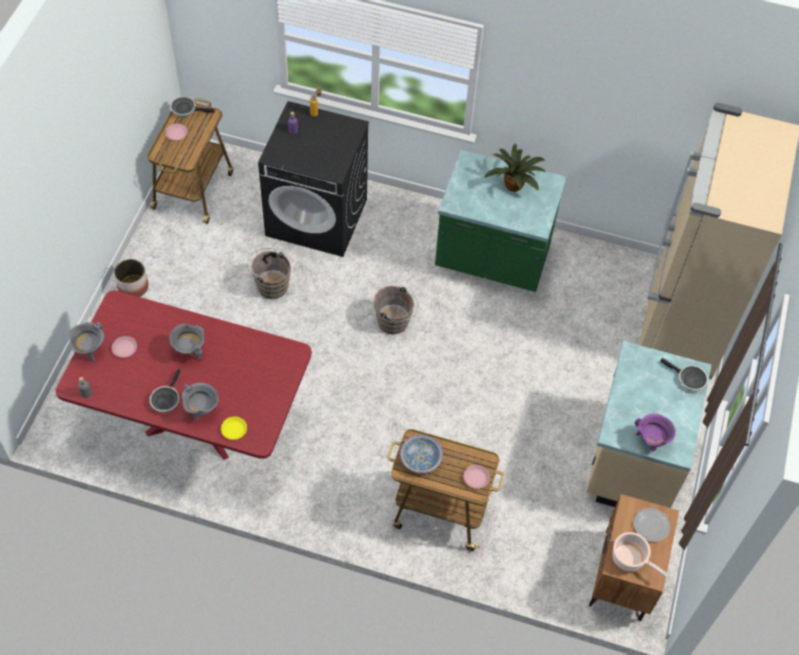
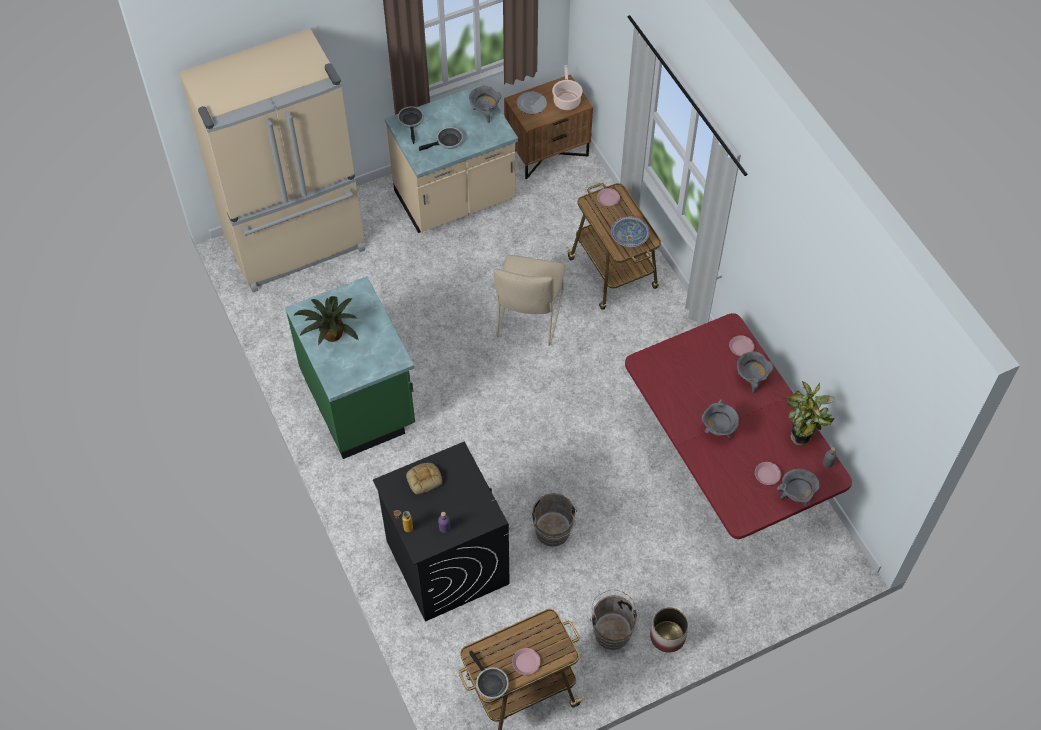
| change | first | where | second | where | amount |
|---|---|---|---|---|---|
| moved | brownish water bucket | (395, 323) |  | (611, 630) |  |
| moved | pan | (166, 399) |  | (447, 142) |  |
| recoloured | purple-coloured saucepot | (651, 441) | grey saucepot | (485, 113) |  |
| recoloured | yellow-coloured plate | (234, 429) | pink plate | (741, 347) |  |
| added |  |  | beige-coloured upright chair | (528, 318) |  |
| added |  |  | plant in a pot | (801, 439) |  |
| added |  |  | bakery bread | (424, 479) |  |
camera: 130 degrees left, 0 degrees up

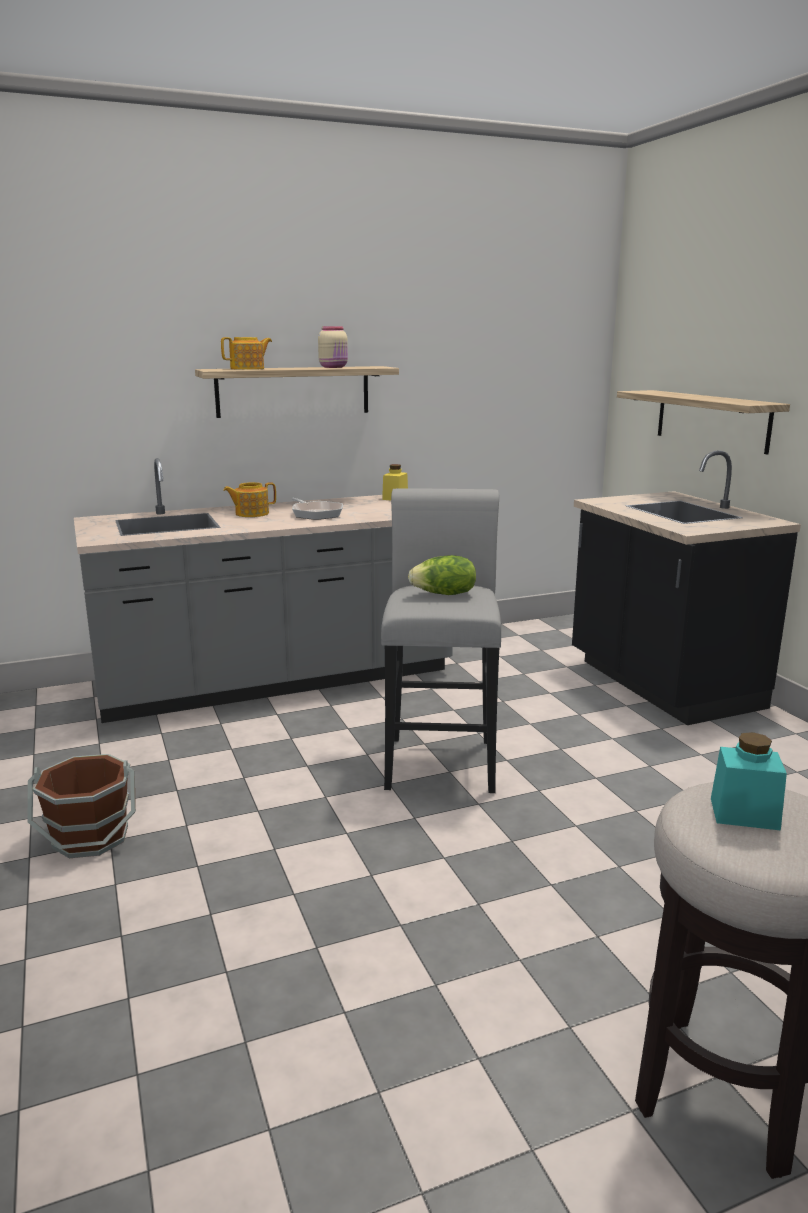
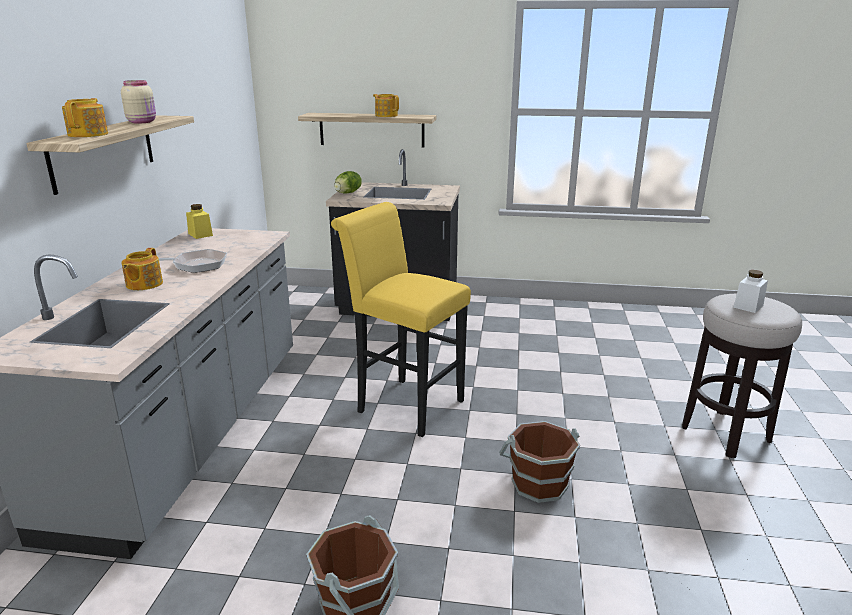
| change | first | where | second | where | amount |
|---|---|---|---|---|---|
| recoloured | grey sitting stool | (440, 759) | yellow-coloured sitting stool | (404, 404) |  |
| moved | lettuce | (444, 594) |  | (348, 193) |  |
| recoloured | turquoise-coloured jar | (744, 814) | white-coloured jar | (748, 306) |  |
| added |  |  | tea pot | (386, 115) |  |
| added |  |  | brownish water bucket | (538, 483) |  |
camera: 60 degrees left, 5 degrees up

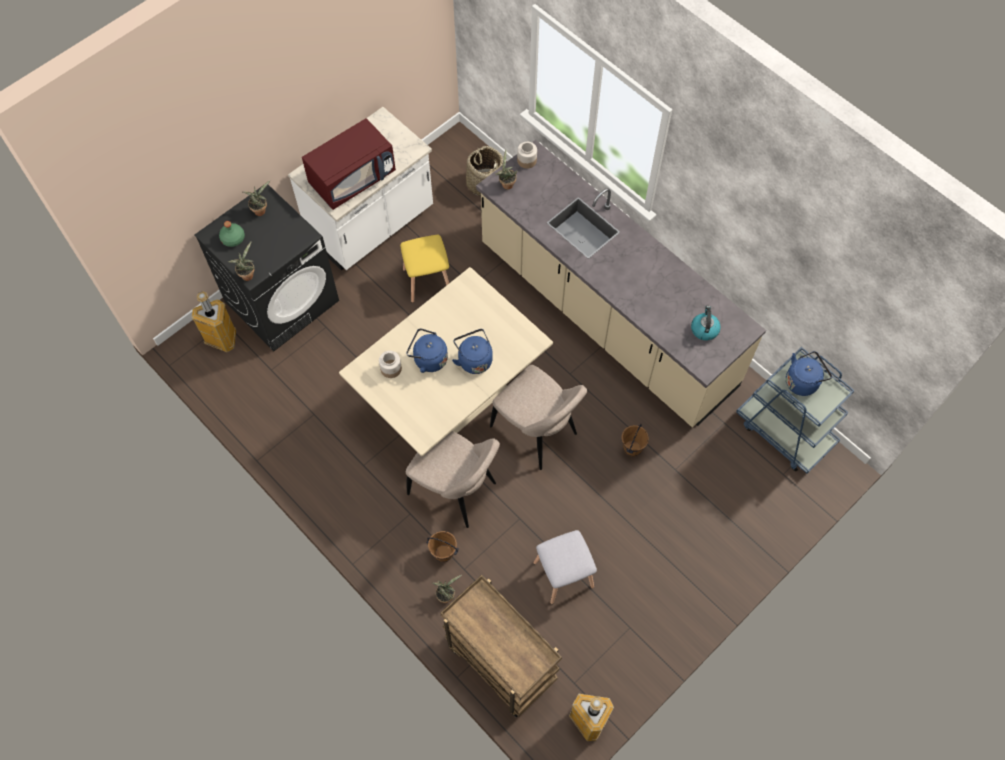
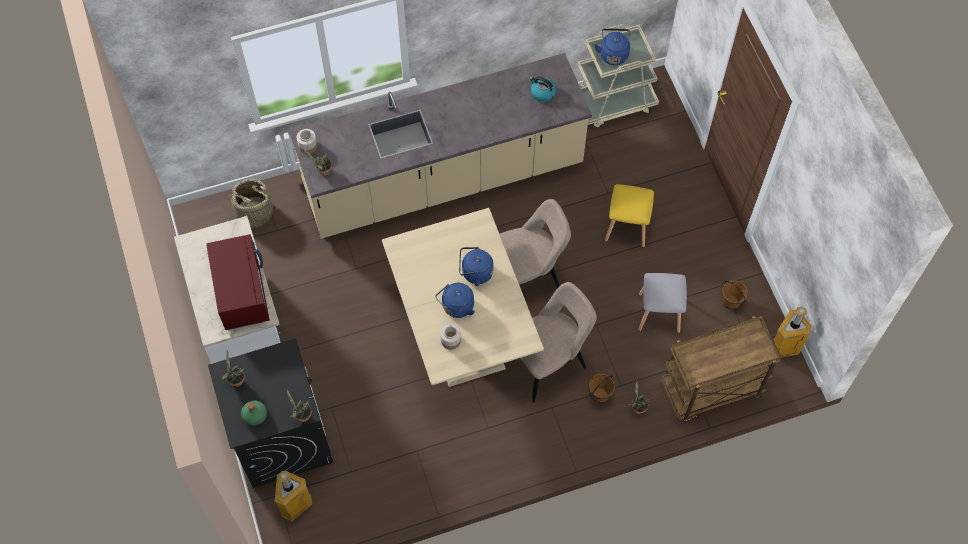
| change | first | where | second | where | amount |
|---|---|---|---|---|---|
| moved | yellow-coloured sitting stool | (428, 280) |  | (626, 226) |  |
| recoloured | blue wheeled cart | (785, 431) | beige-coloured wheeled cart | (613, 103) |  |
| moved | brownish water bucket | (632, 448) |  | (730, 302) |  |
camera: 65 degrees left, 0 degrees up

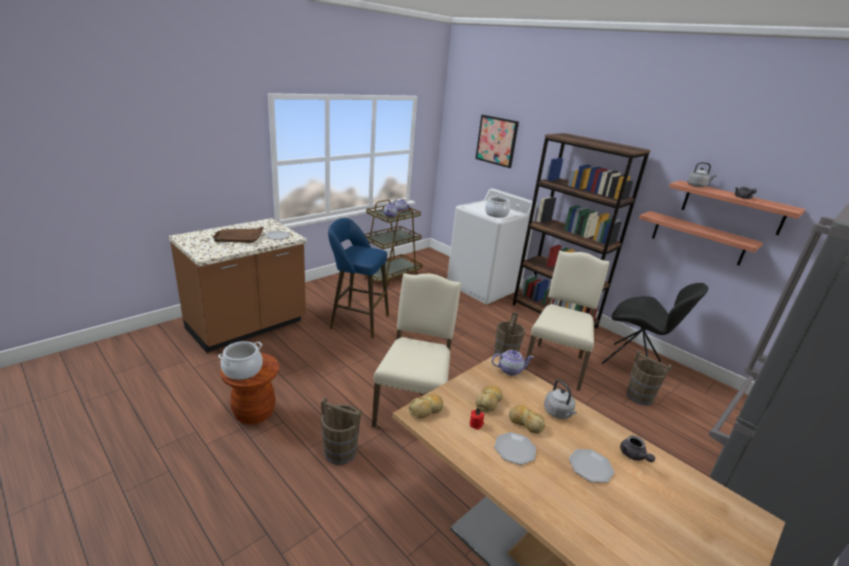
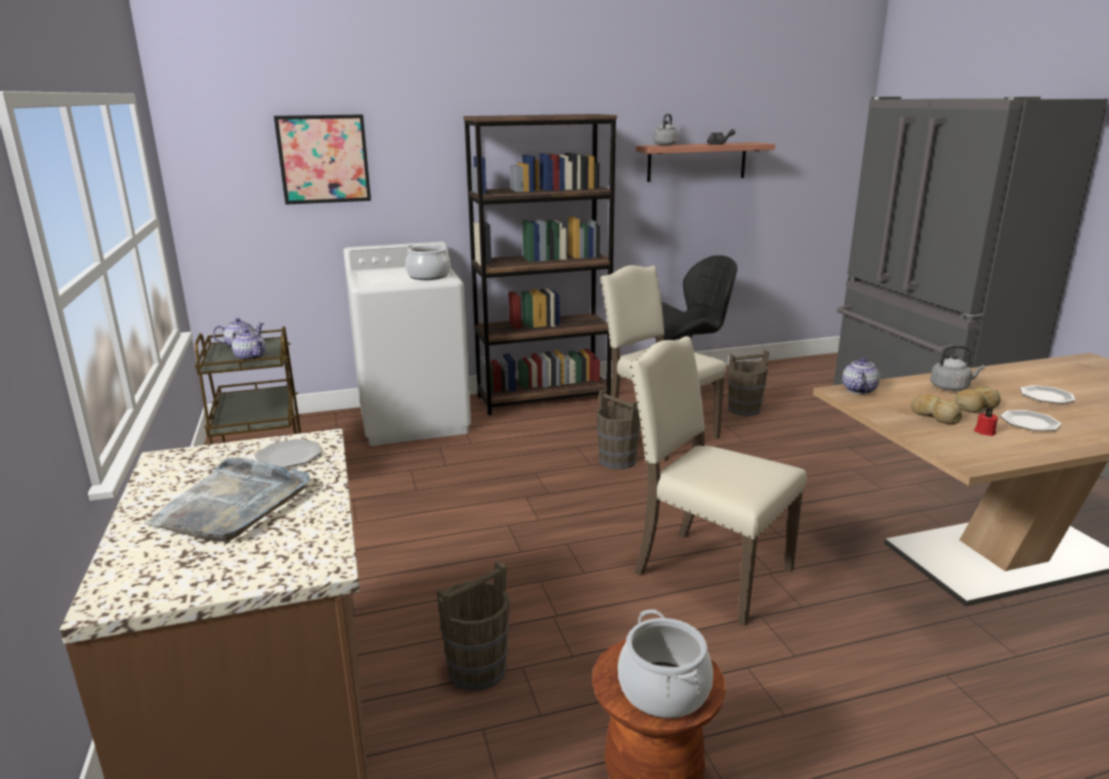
| change | first | where | second | where | amount |
|---|---|---|---|---|---|
| removed | shelf | (698, 238) |  |  |  |
| removed | blue sitting stool | (356, 321) |  |  |  |
| recoloured | brownish carrying tray | (239, 237) | grey carrying tray | (233, 504) |  |
| removed | bakery bread | (426, 410) |  |  |  |
| moved | brownish water bucket | (340, 451) |  | (476, 669) |  |
| removed | grey tea pot | (633, 456) |  |  |  |
camera: 60 degrees left, 5 degrees down

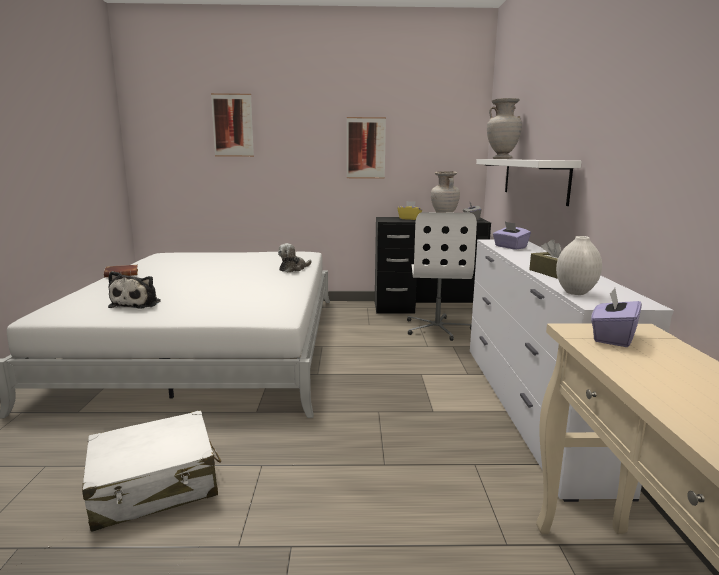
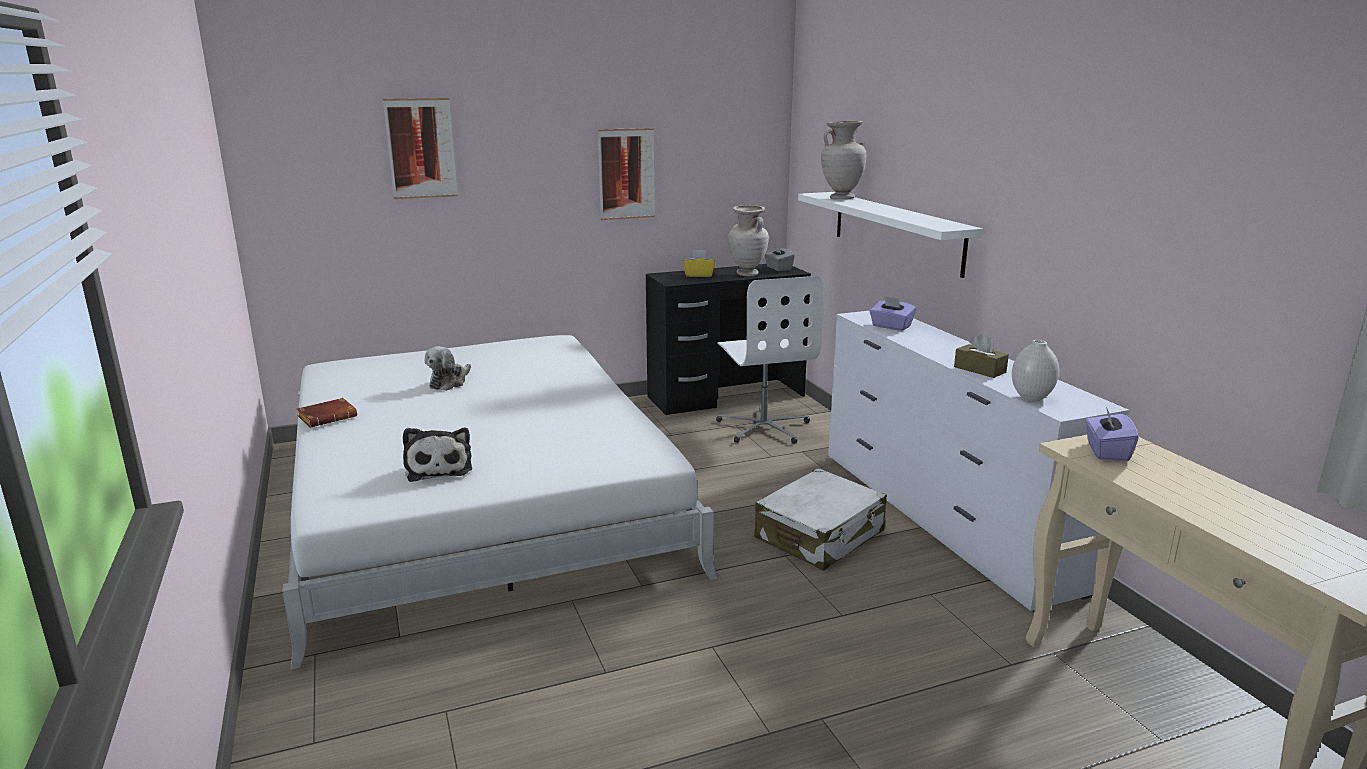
| change | first | where | second | where | amount |
|---|---|---|---|---|---|
| moved | cuddly toy | (293, 269) |  | (449, 382) |  |
| moved | white-coloured piece of luggage | (155, 485) |  | (820, 536) |  |
camera: 20 degrees left, 5 degrees up

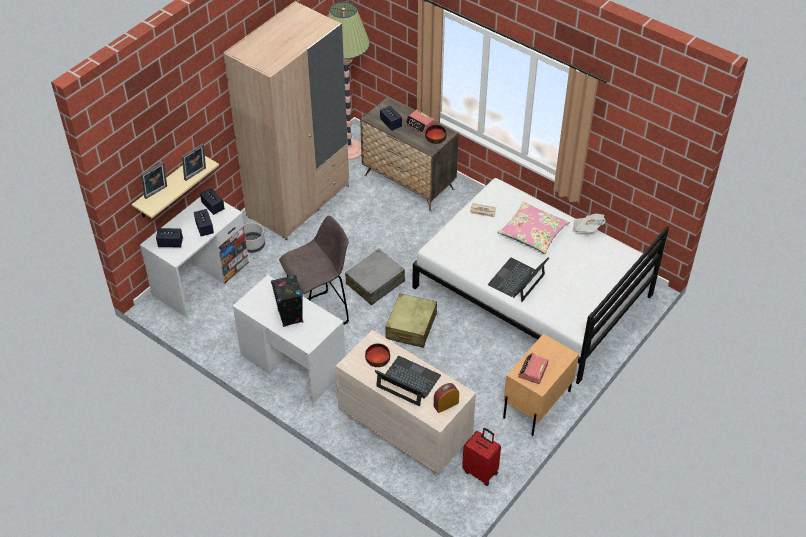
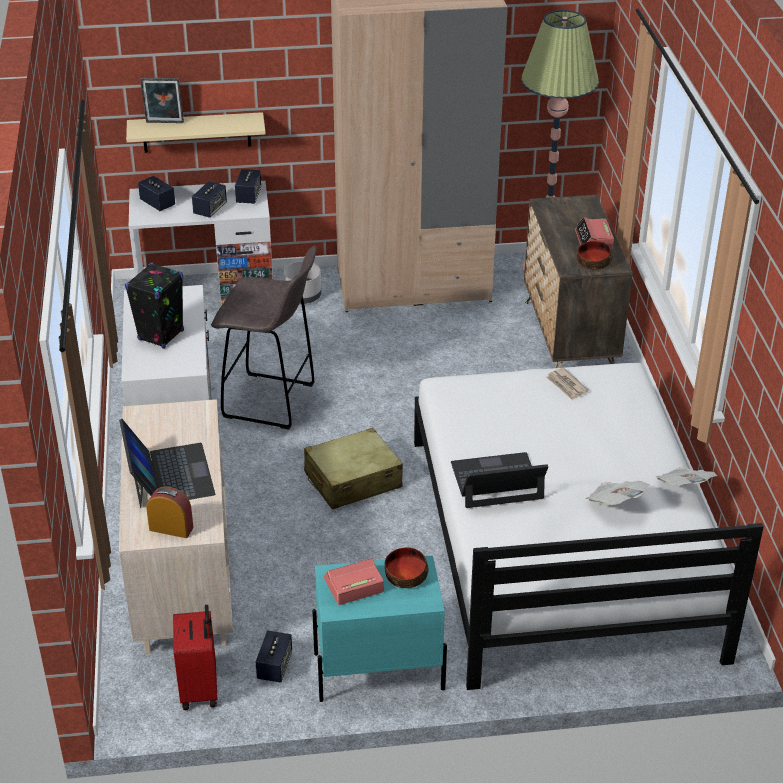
| change | first | where | second | where | amount |
|---|---|---|---|---|---|
| moved | speaker | (391, 124) |  | (274, 666) |  |
| removed | picture frame | (196, 175) |  |  |  |
| removed | pink pillow | (533, 233) |  |  |  |
| removed | grey piece of luggage | (375, 283) |  |  |  |
| recoloured | beige-coloured night table | (536, 404) | turquoise-coloured night table | (378, 671) |  |
| moved | deep dish | (377, 359) |  | (405, 575) |  |
| added |  |  | daily paper | (615, 503) |  |
camera: 45 degrees right, 10 degrees down

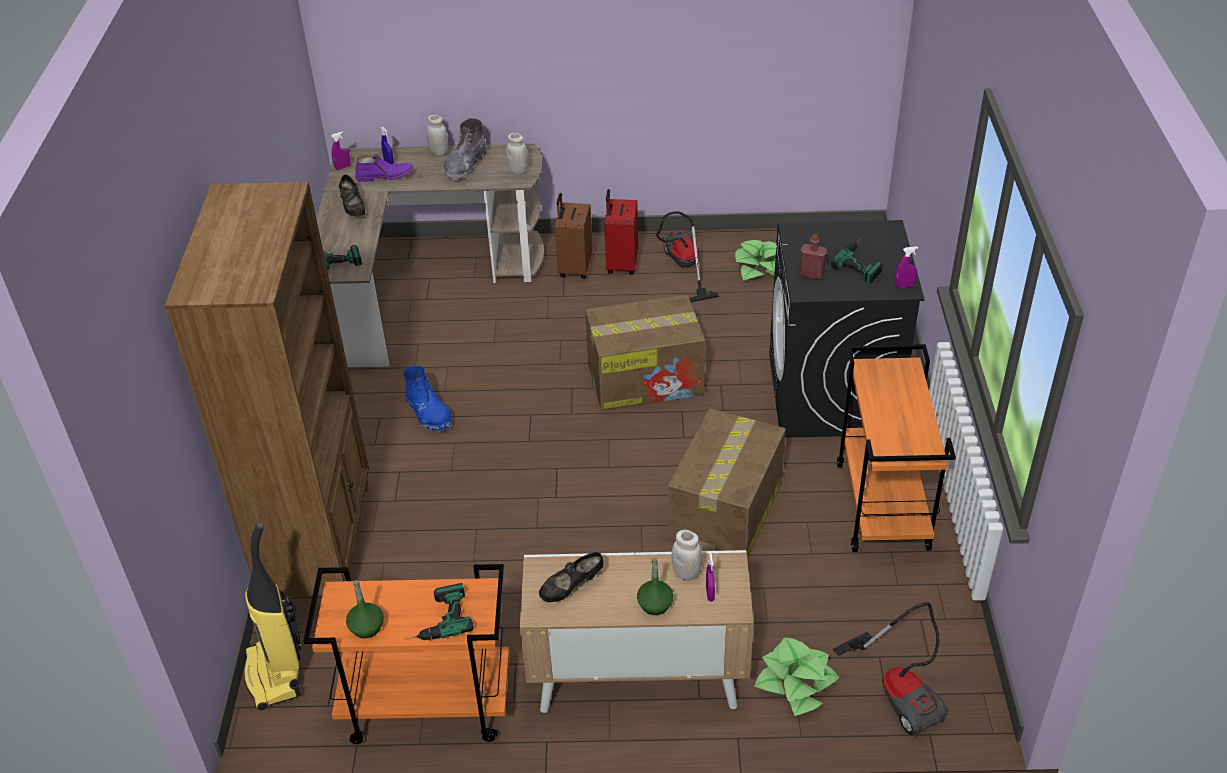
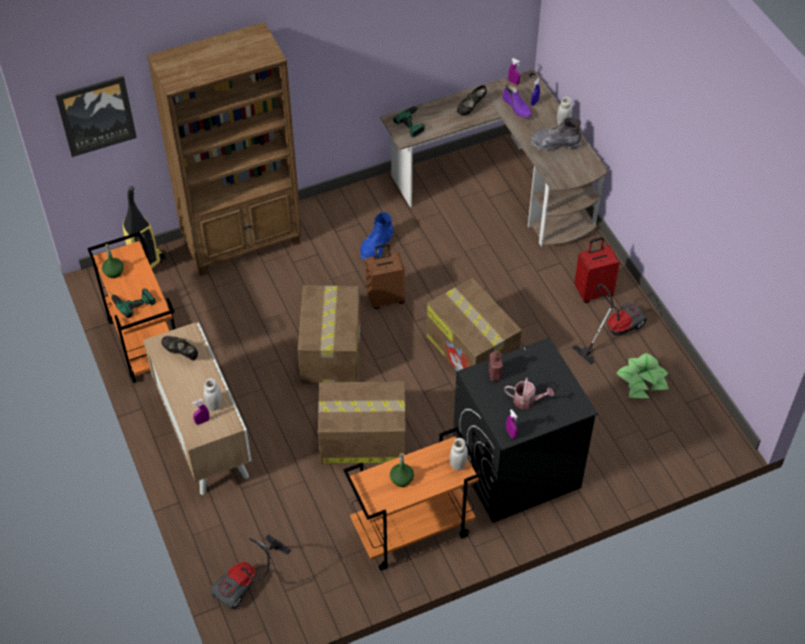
| change | first | where | second | where | amount |
|---|---|---|---|---|---|
| moved | white-coloured jar | (518, 171) |  | (458, 464) |  |
| moved | brownish piece of luggage | (574, 268) |  | (385, 298) |  |
| replaced | power drill | (862, 262) | sprinkling can | (527, 401) |  |
| moved | green drink bottle | (655, 604) |  | (401, 479) |  |
| removed | plant in a pot | (796, 682) |  |  |  |
| added |  |  | picture | (96, 115) |  |
| added |  |  | carton | (331, 350) |  |
camera: 65 degrees right, 10 degrees up

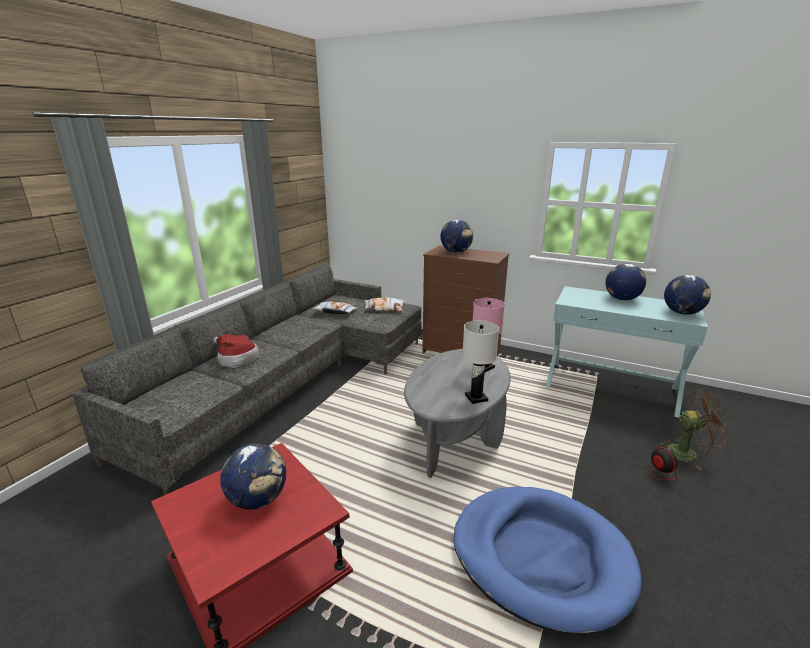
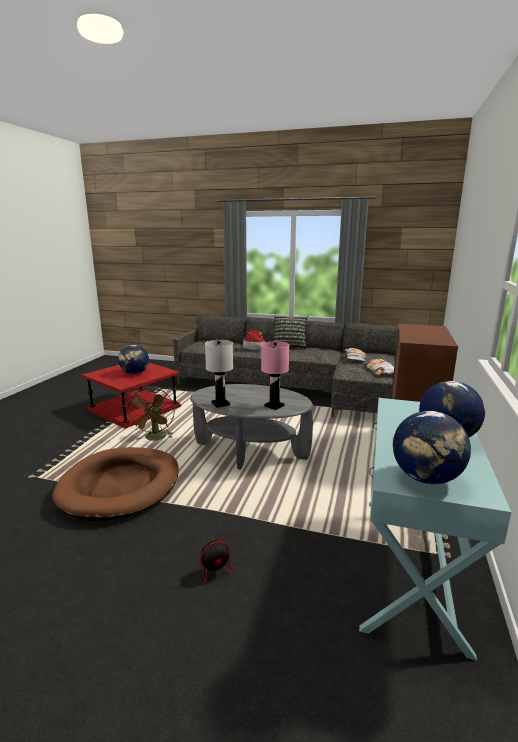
| change | first | where | second | where | amount |
|---|---|---|---|---|---|
| removed | world globe | (456, 252) |  |  |  |
| moved | brownish fan | (688, 453) |  | (155, 438) |  |
| recoloured | blue pet bed | (541, 557) | brownish pet bed | (120, 486) |  |
| added |  |  | pillow | (289, 346) |  |
camera: 80 degrees right, 5 degrees down

